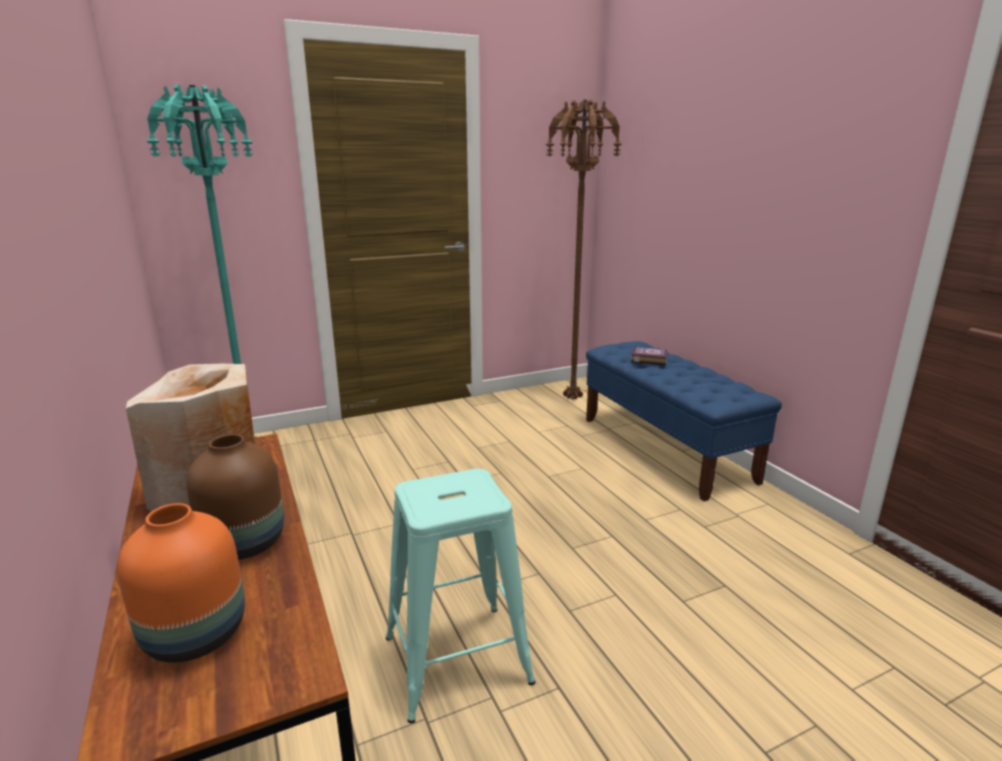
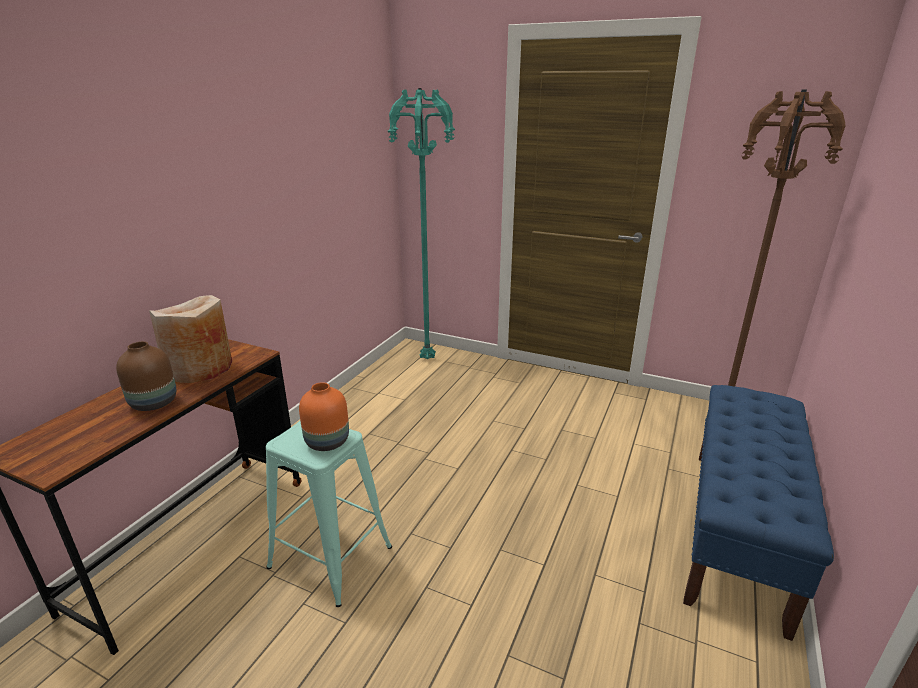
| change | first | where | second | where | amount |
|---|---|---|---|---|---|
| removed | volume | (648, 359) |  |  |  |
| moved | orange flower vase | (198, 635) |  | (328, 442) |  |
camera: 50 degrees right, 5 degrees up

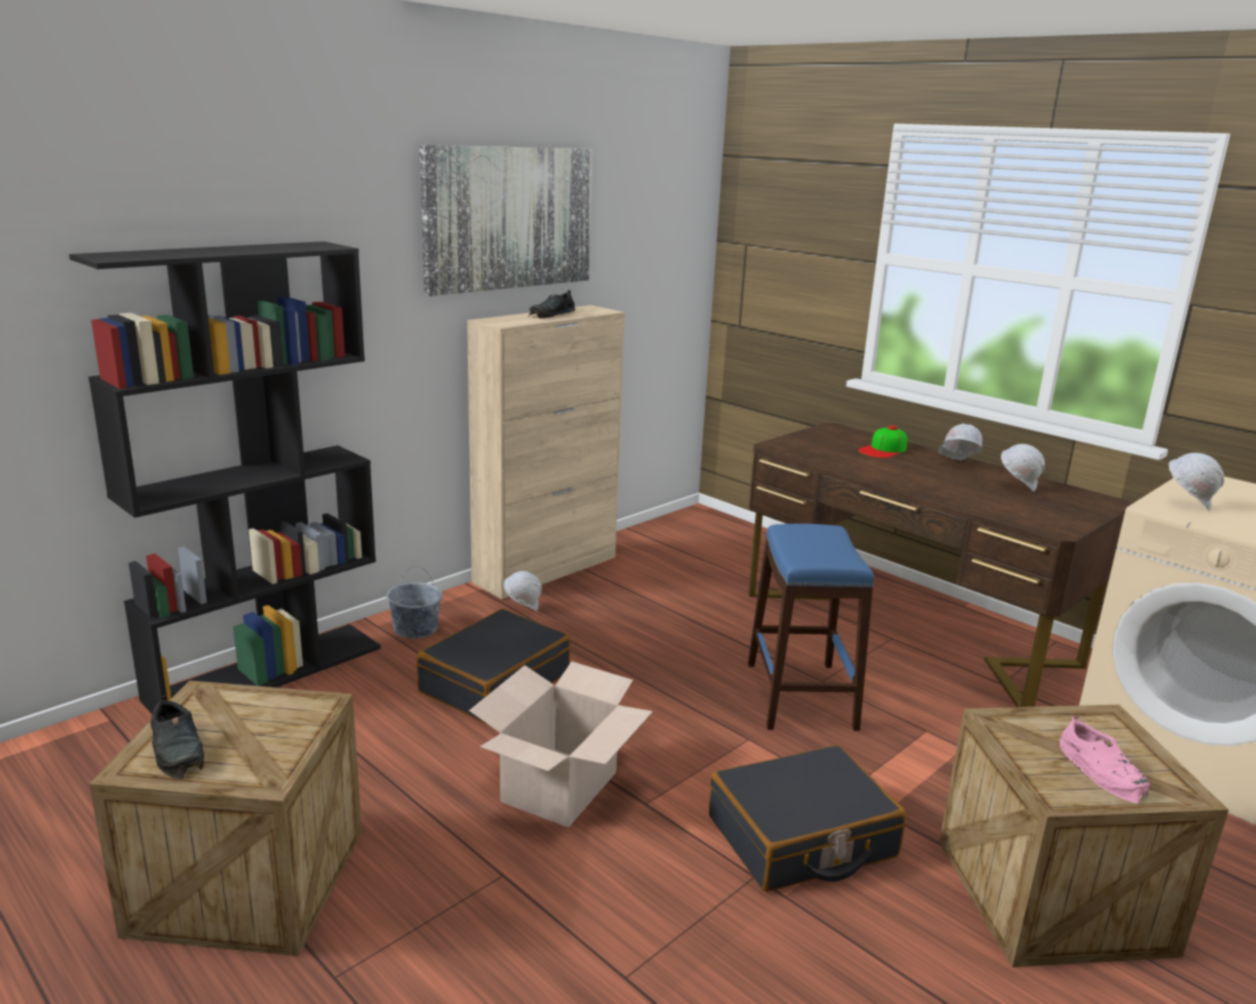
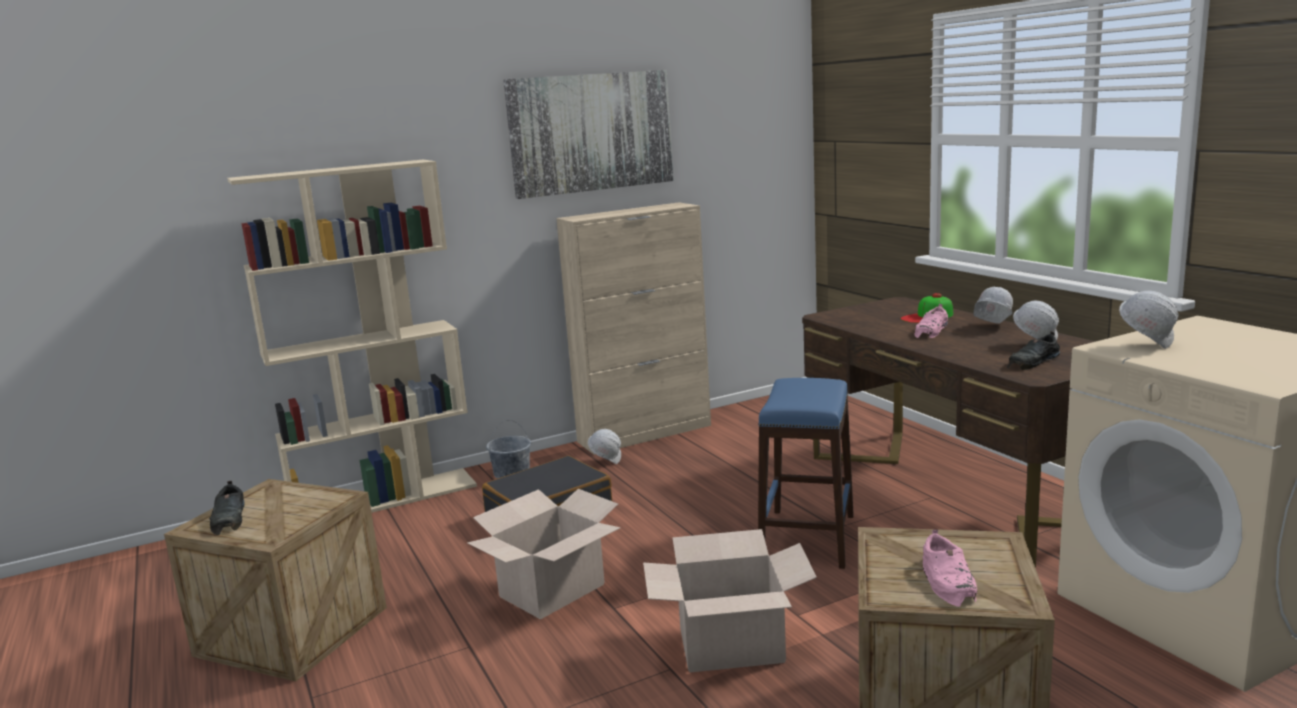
| change | first | where | second | where | amount |
|---|---|---|---|---|---|
| recoloured | black-coloured bookcase | (267, 672) | beige-coloured bookcase | (385, 498) |  |
| moved | black-coloured item of footwear | (551, 314) |  | (1033, 361) |  |
| replaced | black-coloured piece of luggage | (801, 838) | carton | (731, 645) |  |
| added |  |  | pink item of footwear | (931, 331) |  |
camera: 20 degrees right, 5 degrees down

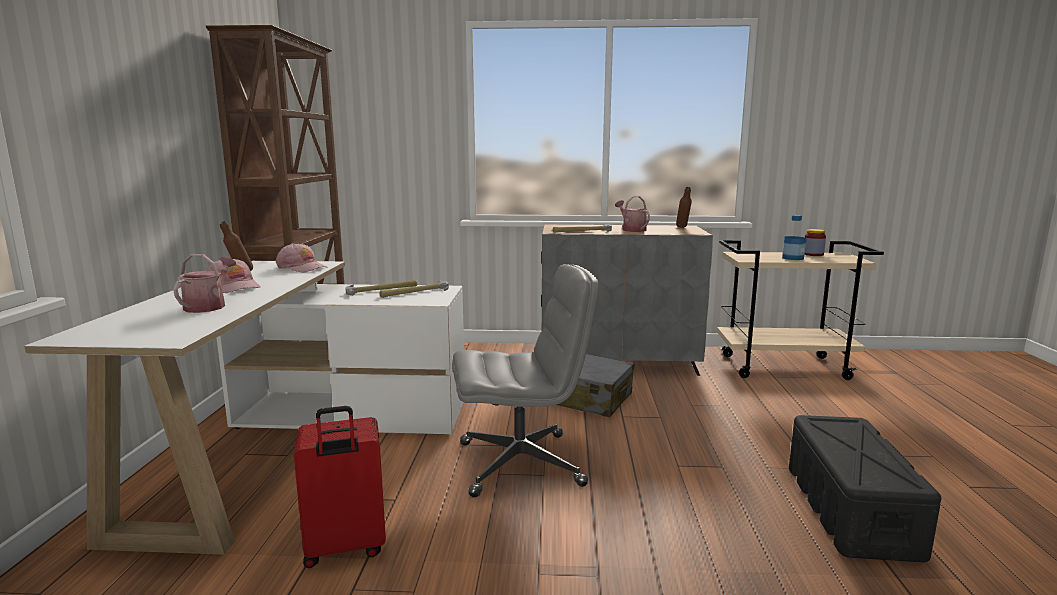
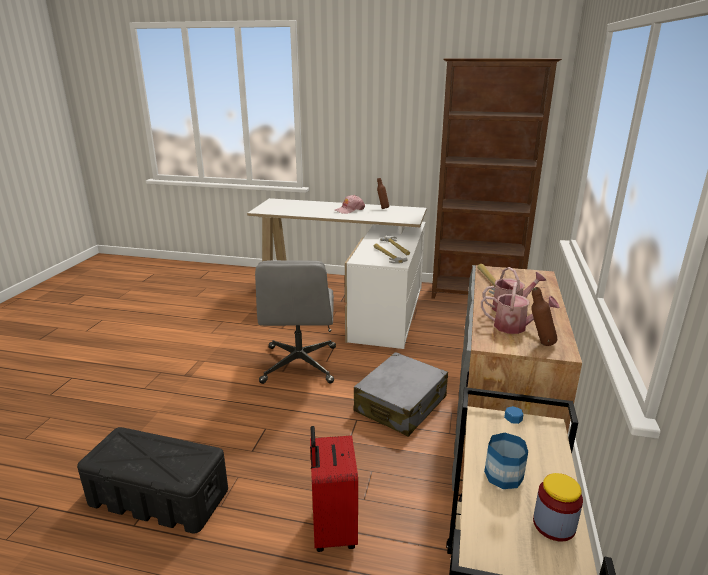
| change | first | where | second | where | amount |
|---|---|---|---|---|---|
| removed | pink baseball cap | (302, 268) |  |  |  |
| moved | sprinkling can | (208, 306) |  | (515, 327) |  |
| moved | reddish piece of luggage | (345, 548) |  | (332, 530) |  |
camera: 100 degrees right, 10 degrees up

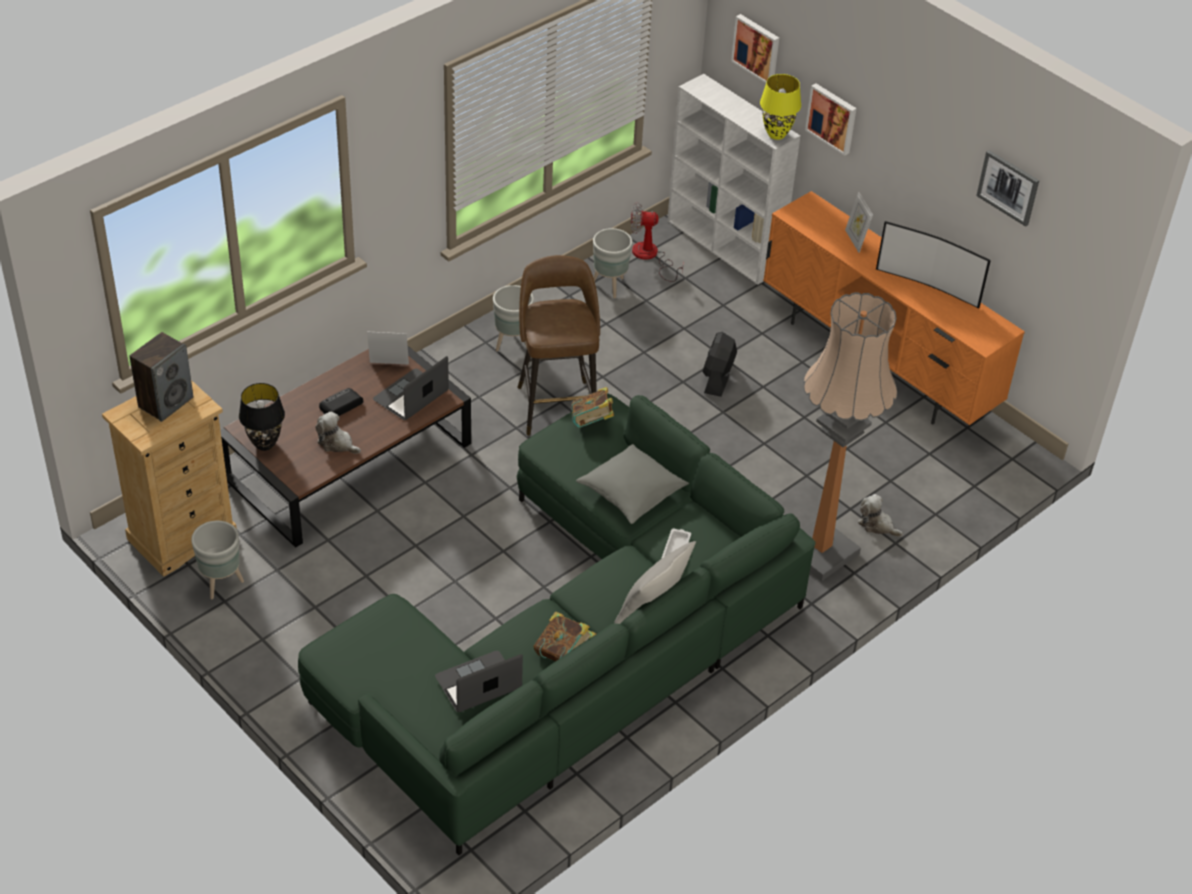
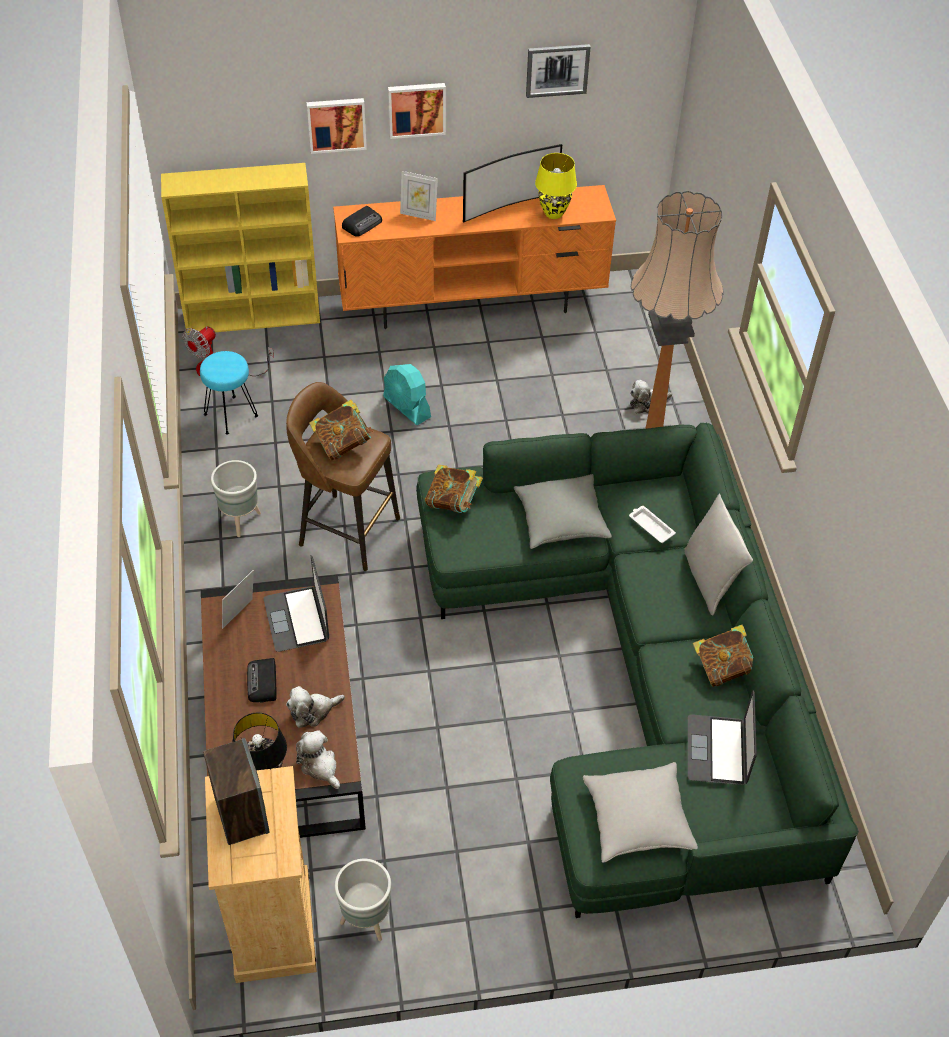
| change | first | where | second | where | amount |
|---|---|---|---|---|---|
| moved | picture | (757, 48) |  | (416, 109) |  |
| recoloured | white-coloured bookcase | (725, 246) | yellow-coloured bookcase | (254, 316) |  |
| moved | yellow-coloured tabletop lamp | (776, 134) |  | (553, 214) |  |
| replaced | grey plant pot | (610, 286) | turquoise-coloured sitting stool | (231, 415) |  |
| recoloured | black-coloured fan | (717, 378) | turquoise-coloured fan | (407, 407) |  |
| added |  |  | radio | (362, 224) |  |
| added |  |  | volume | (343, 444) |  |
| added |  |  | cuddly toy | (320, 766) |  |
| added |  |  | grey pillow | (637, 820) |  |
camera: 55 degrees left, 5 degrees up

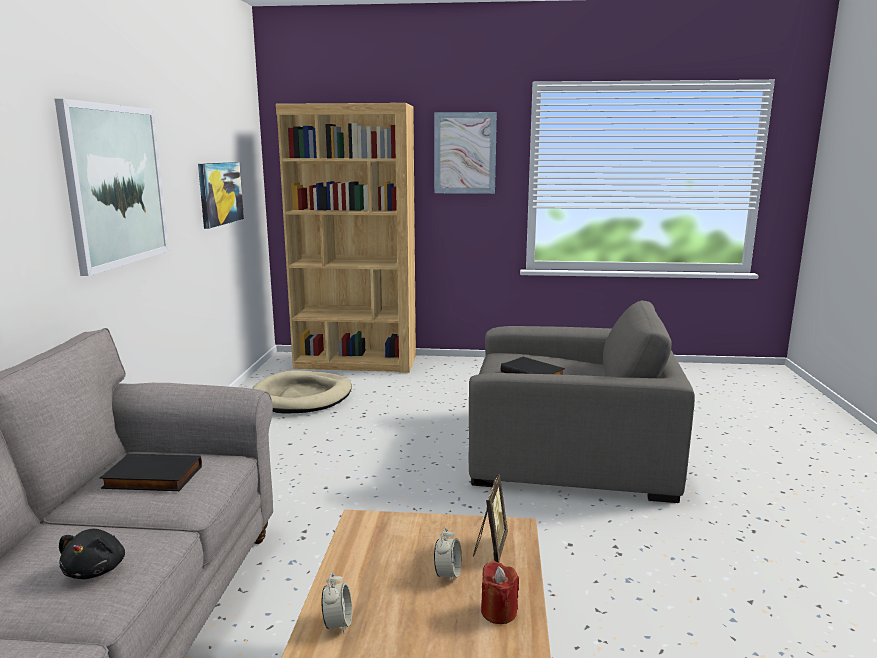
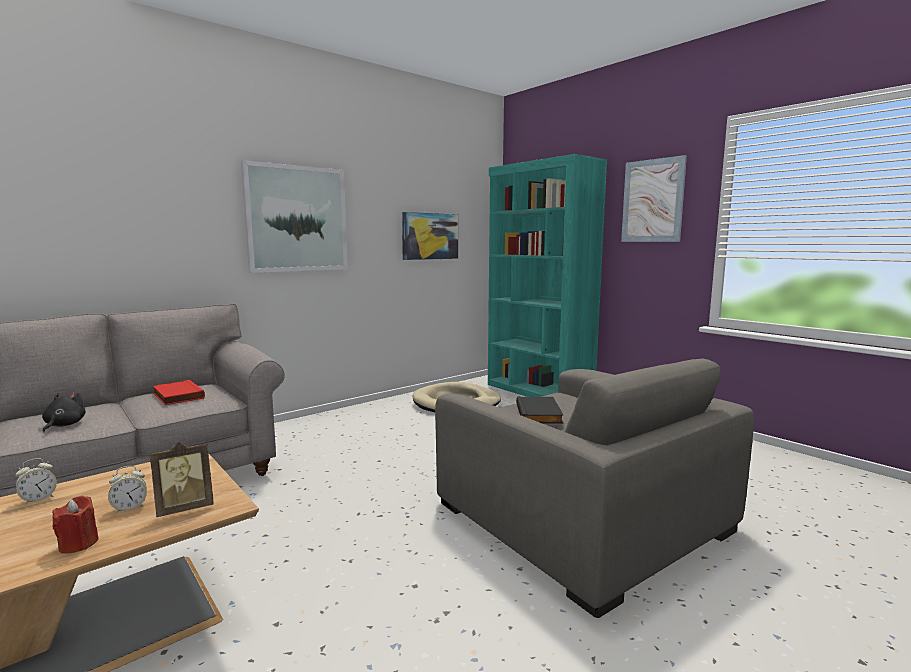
| change | first | where | second | where | amount |
|---|---|---|---|---|---|
| recoloured | brownish bookcase | (356, 362) | turquoise-coloured bookcase | (538, 392) |  |
| recoloured | black-coloured volume | (151, 478) | reddish volume | (176, 396) |  |
| turned | black-coloured cuddly toy | (97, 570) |  | (63, 425) | 135 degrees clockwise |
camera: 45 degrees right, 5 degrees down

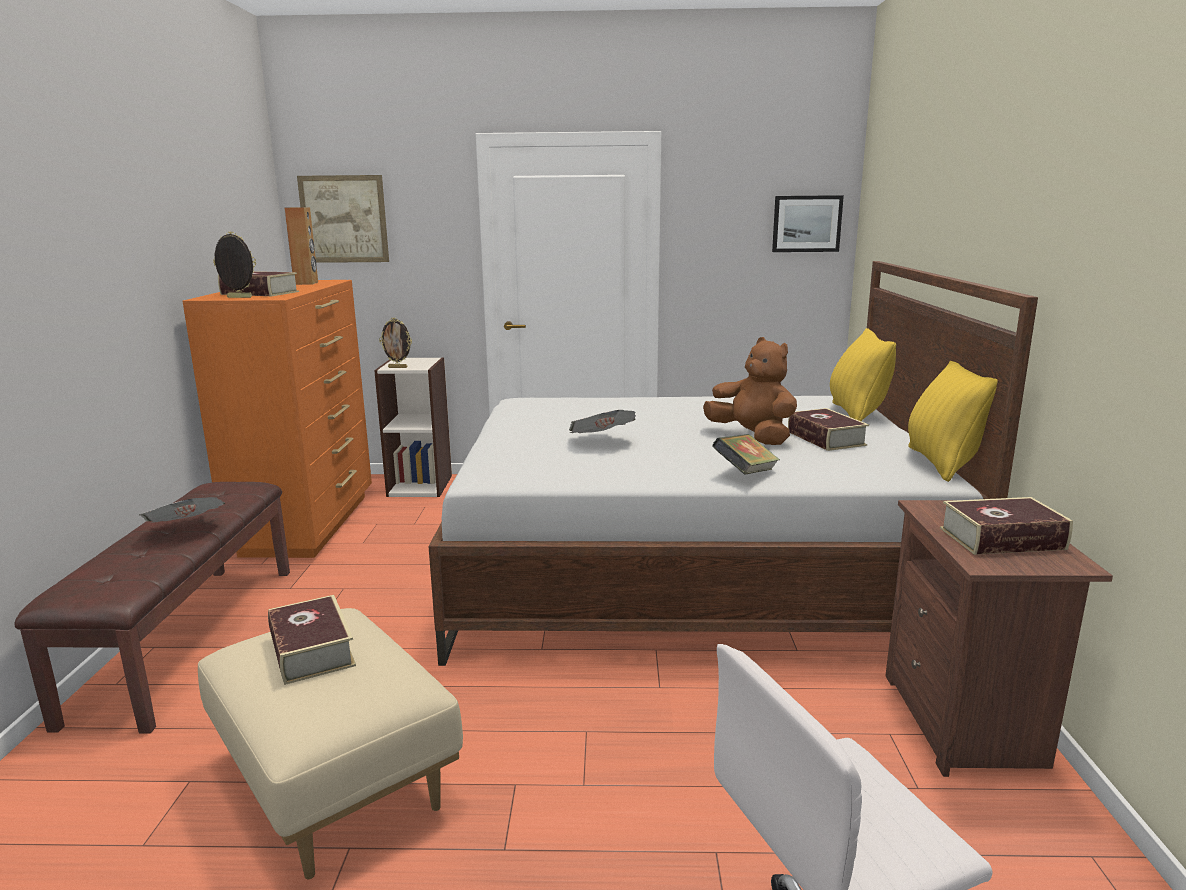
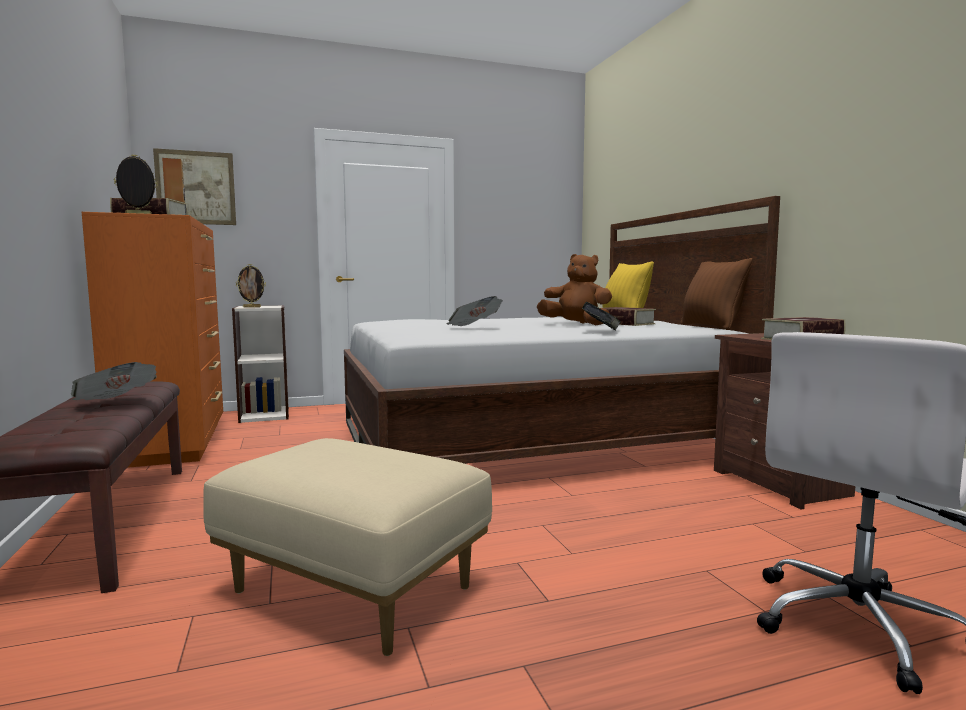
| change | first | where | second | where | amount |
|---|---|---|---|---|---|
| removed | picture | (806, 224) |  |  |  |
| recoloured | yellow-coloured pillow | (942, 464) | brownish pillow | (712, 327) |  |
| removed | volume | (311, 650) |  |  |  |
camera: 20 degrees left, 10 degrees down

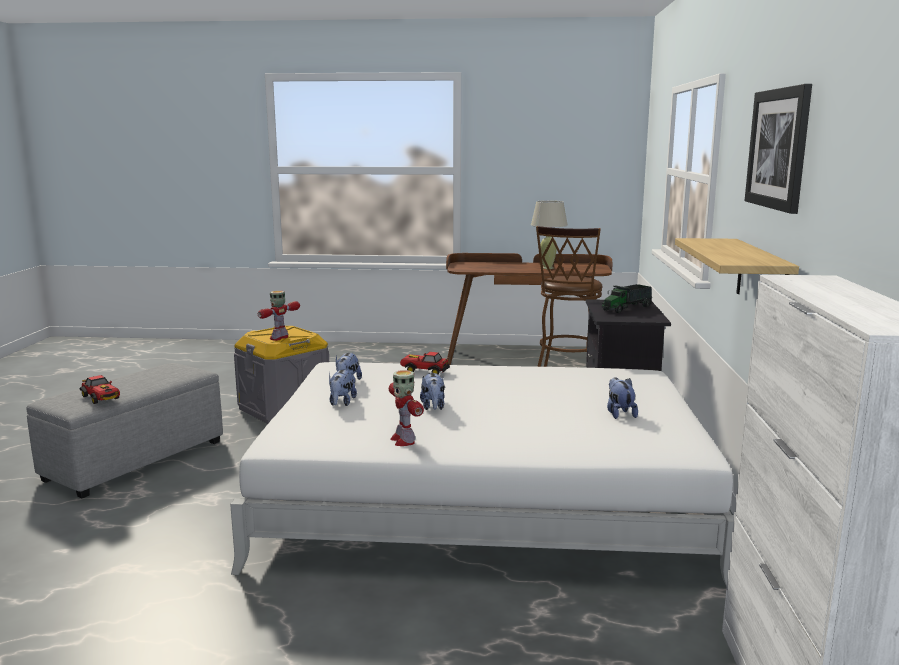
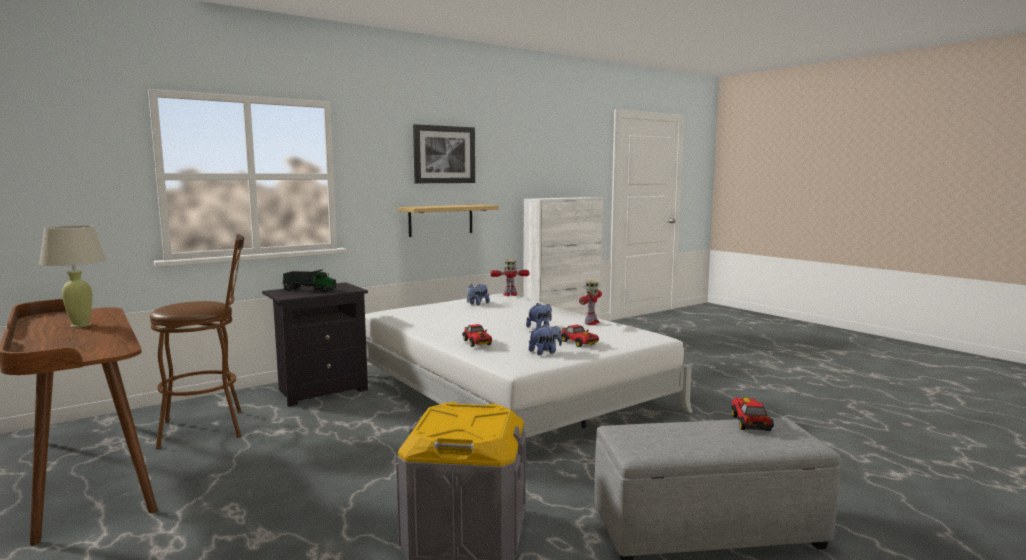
| change | first | where | second | where | amount |
|---|---|---|---|---|---|
| moved | model robot | (279, 338) |  | (510, 295) |  |
| replaced | cuddly toy | (341, 403) | toy car | (579, 343) |  |
camera: 130 degrees left, 5 degrees down

